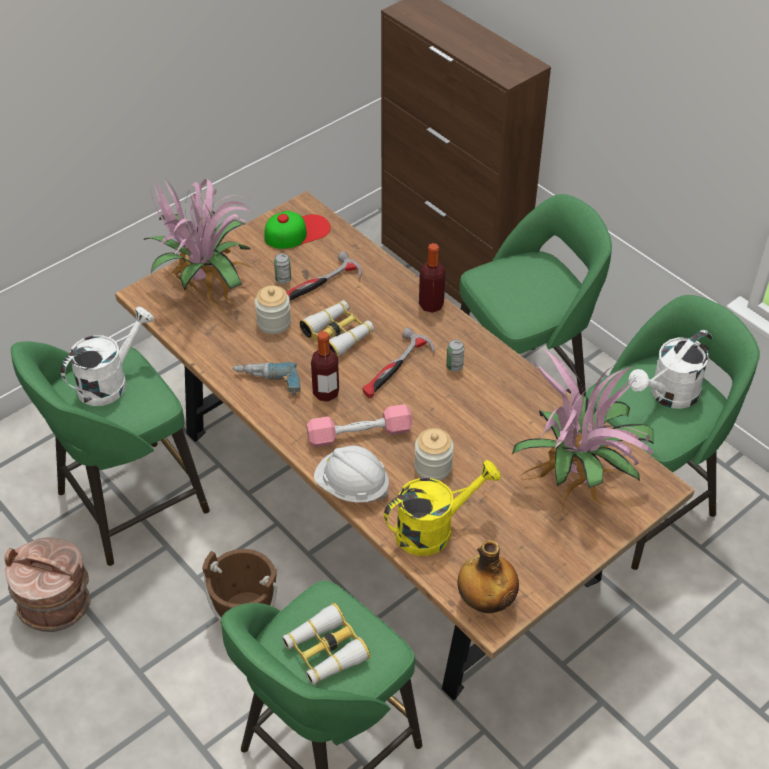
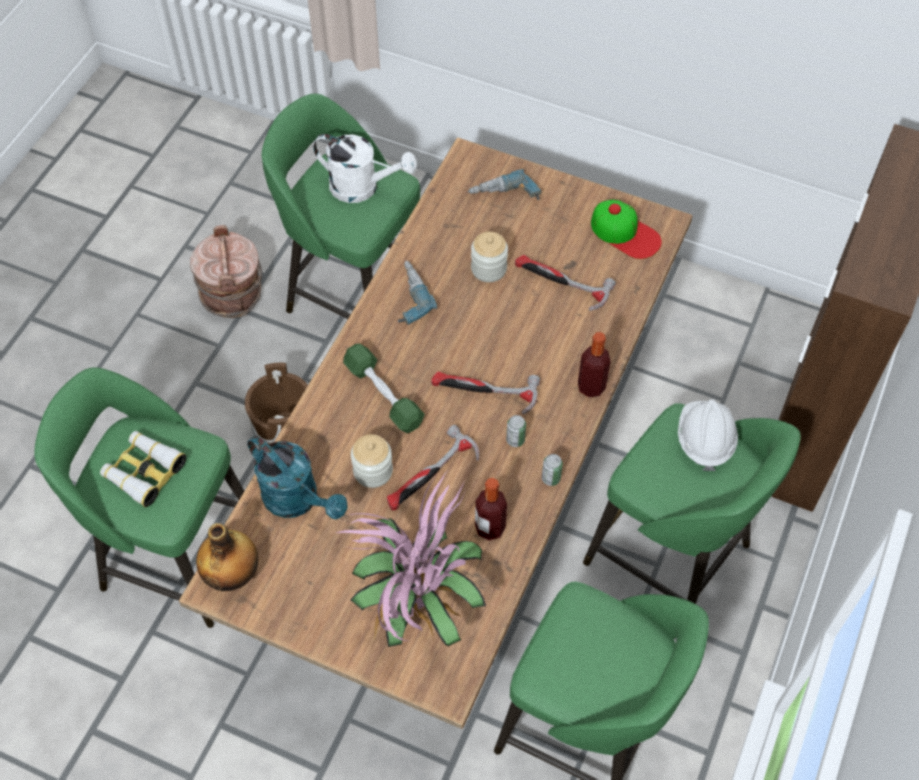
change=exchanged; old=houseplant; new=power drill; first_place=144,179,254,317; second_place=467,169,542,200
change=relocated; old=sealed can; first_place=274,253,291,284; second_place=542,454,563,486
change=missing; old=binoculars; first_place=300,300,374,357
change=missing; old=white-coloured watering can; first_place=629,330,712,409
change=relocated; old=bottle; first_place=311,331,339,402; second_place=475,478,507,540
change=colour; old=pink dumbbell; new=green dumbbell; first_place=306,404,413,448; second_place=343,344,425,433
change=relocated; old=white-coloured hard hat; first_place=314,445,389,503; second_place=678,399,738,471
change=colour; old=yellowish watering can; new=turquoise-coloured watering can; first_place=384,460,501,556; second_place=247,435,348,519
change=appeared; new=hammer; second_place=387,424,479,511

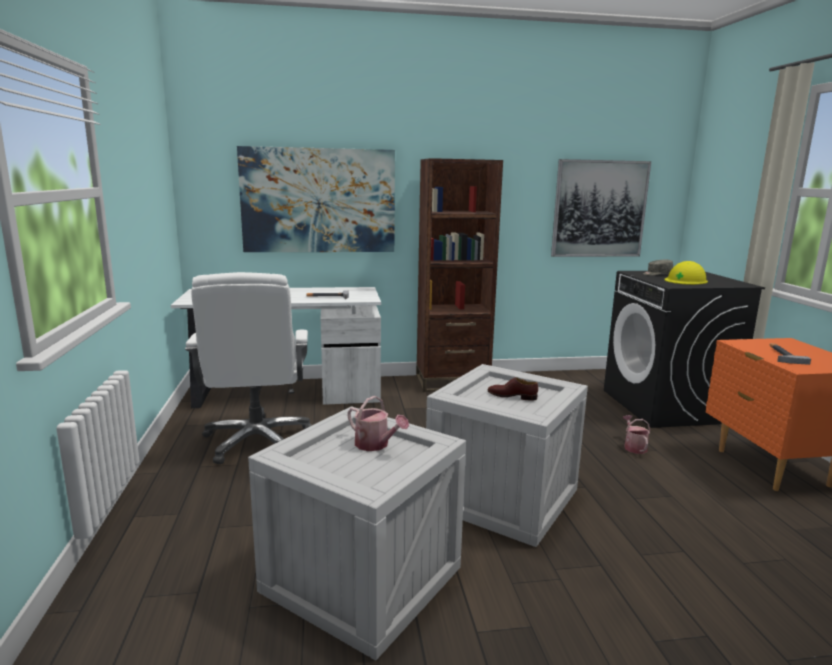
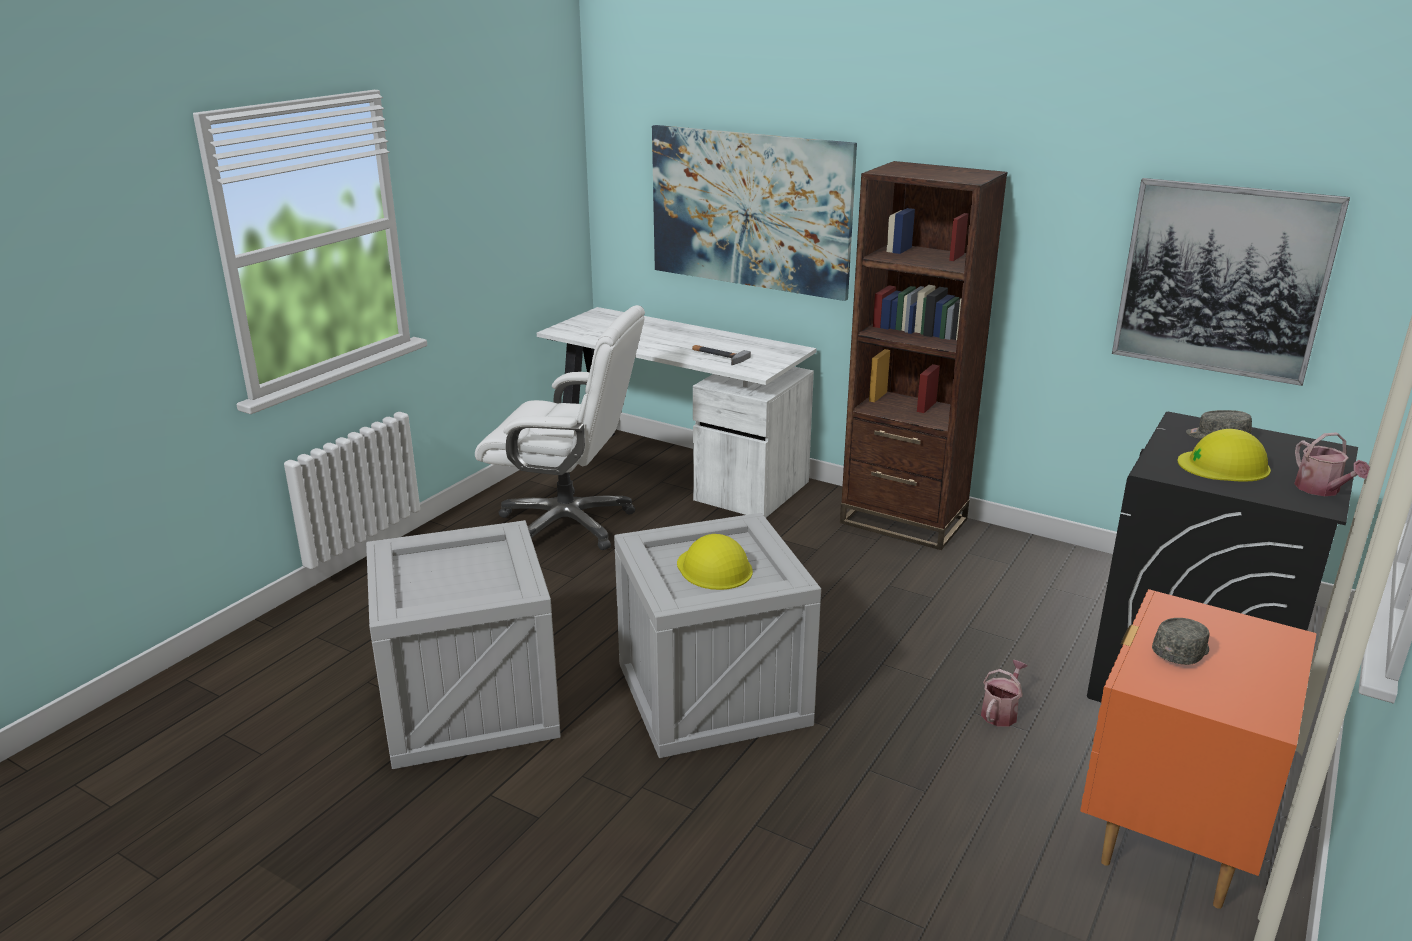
change=spun; old=white-coloured computer chair; first_place=185,272,312,464; second_place=475,305,645,550; degrees=-105
change=exchanged; old=hammer; new=greyish peaked cap; first_place=770,343,811,365; second_place=1152,618,1209,665
change=exchanged; old=brownish low shoe; new=yellowish hard hat; first_place=487,377,538,401; second_place=677,534,753,590
change=relocated; old=watering can; first_place=347,396,409,451; second_place=1294,432,1370,496

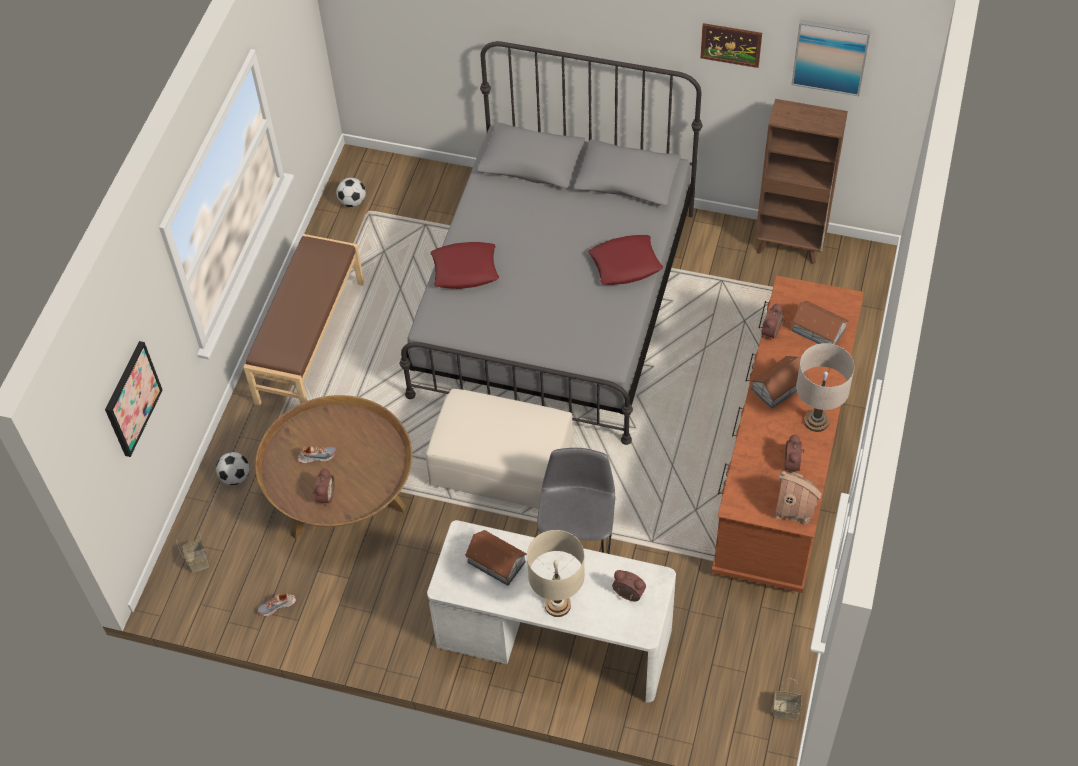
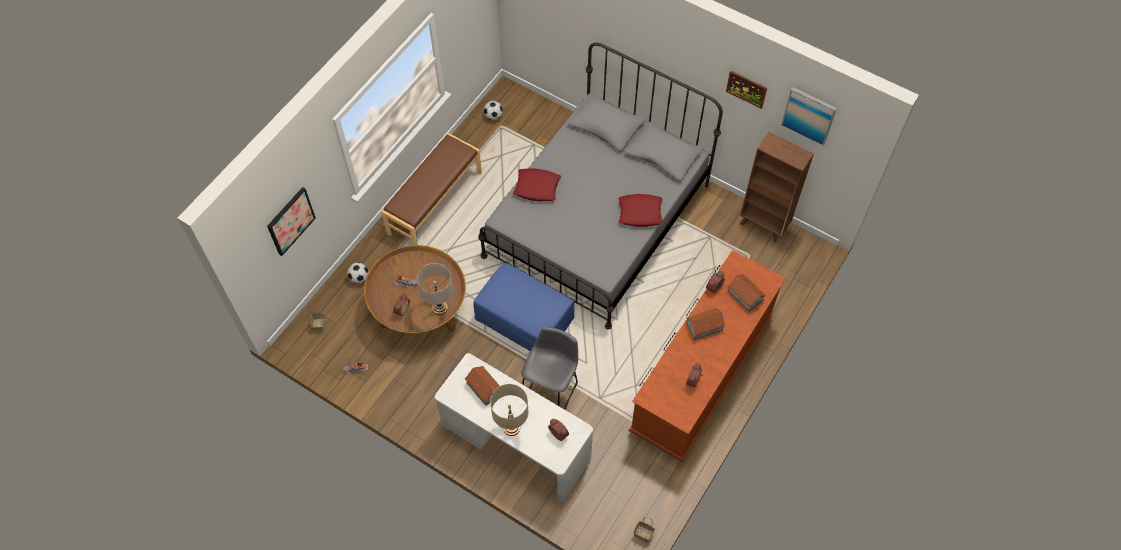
change=relocated; old=sand-coloured table lamp; first_place=796,343,855,432; second_place=417,263,453,315
change=colour; old=sand-coloured footrest; new=blue footrest; first_place=426,389,573,509; second_place=473,263,574,351
change=missing; old=toy house; first_place=776,471,822,525

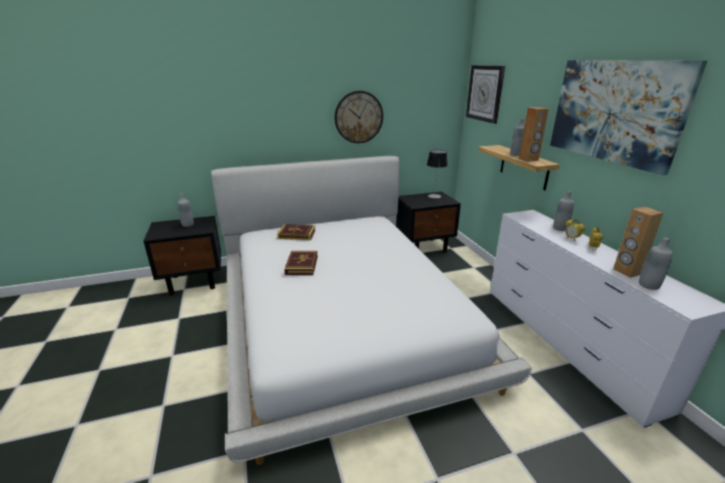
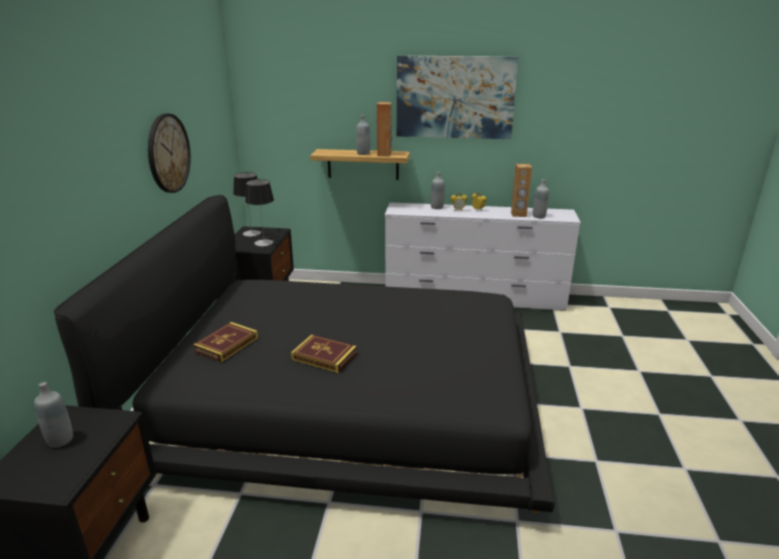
change=missing; old=wall clock; first_place=466,65,505,124
change=colour; old=white-coloured bedroom bed; new=black bedroom bed; first_place=211,156,532,465; second_place=54,195,555,513
change=appeared; new=table lamp; second_place=245,179,274,246

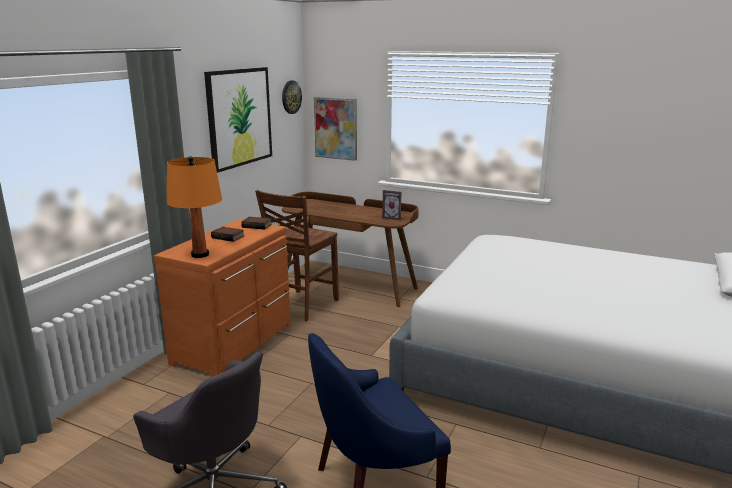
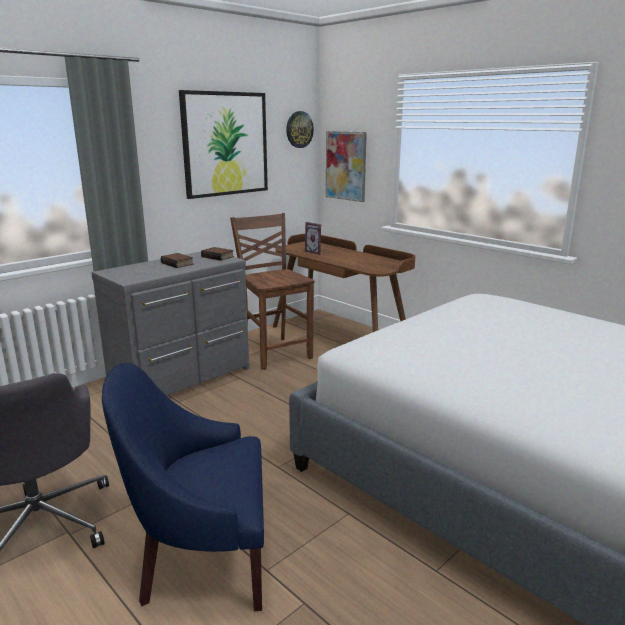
change=missing; old=orange table lamp; first_place=167,156,222,258
change=spun; old=brownish plain chair; first_place=255,190,339,321; second_place=230,213,315,370; degrees=105
change=relocated; old=photo frame; first_place=382,190,402,220; second_place=305,222,321,255
change=colour; old=orange dresser; new=greyish dresser; first_place=154,219,290,377; second_place=91,251,249,396

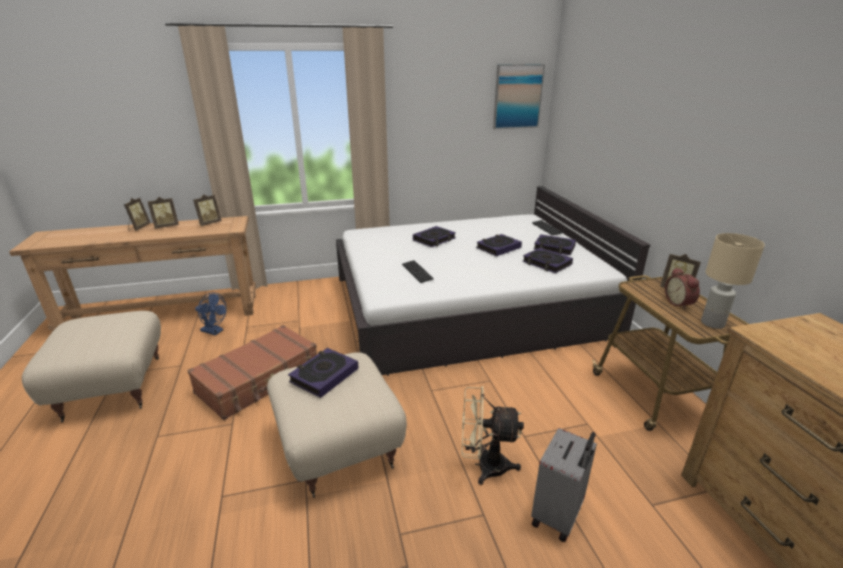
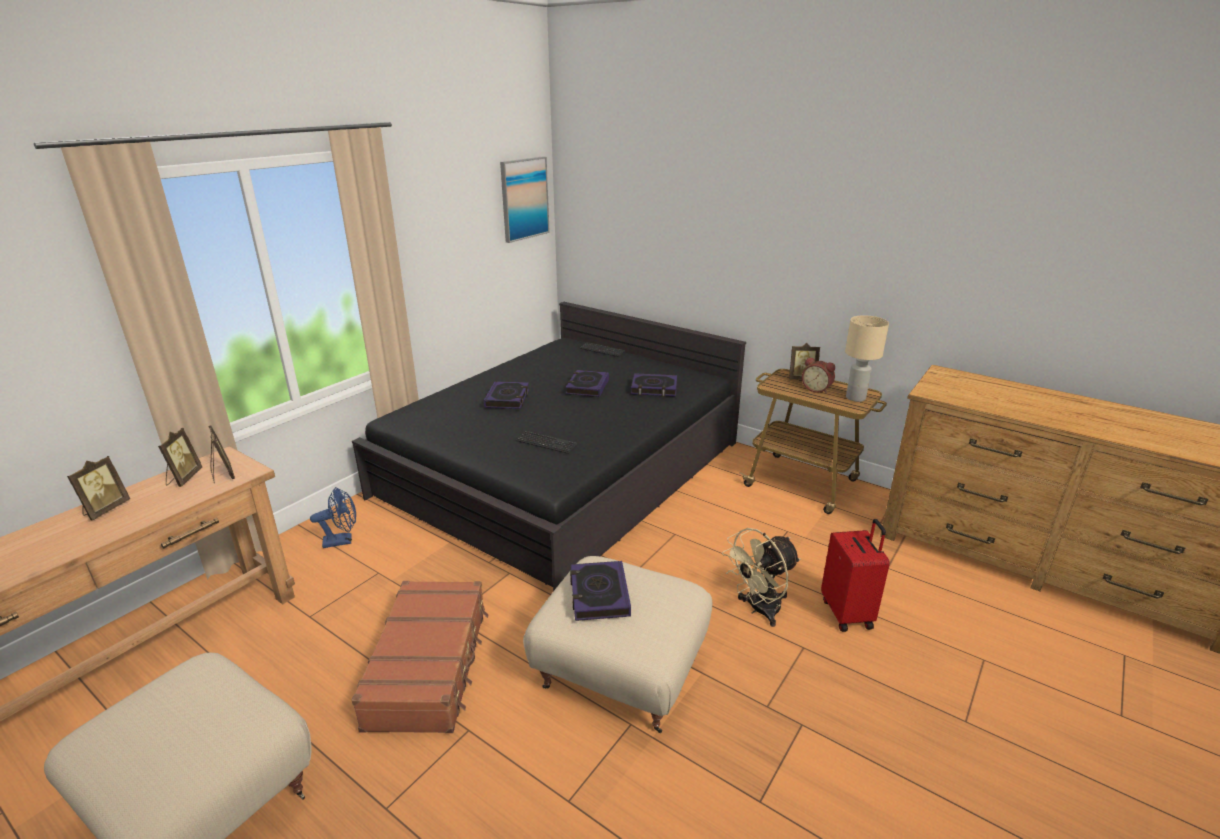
change=colour; old=white-coloured bedroom bed; new=black bedroom bed; first_place=336,186,650,376; second_place=352,302,746,591
change=relocated; old=photo frame; first_place=124,198,150,231; second_place=208,425,235,483
change=missing; old=book; first_place=534,234,576,255
change=relocated; old=blue fan; first_place=195,292,227,335; second_place=310,487,356,548
change=colour; old=greyish travel case; new=red-coloured travel case; first_place=531,428,597,542; second_place=821,519,890,632

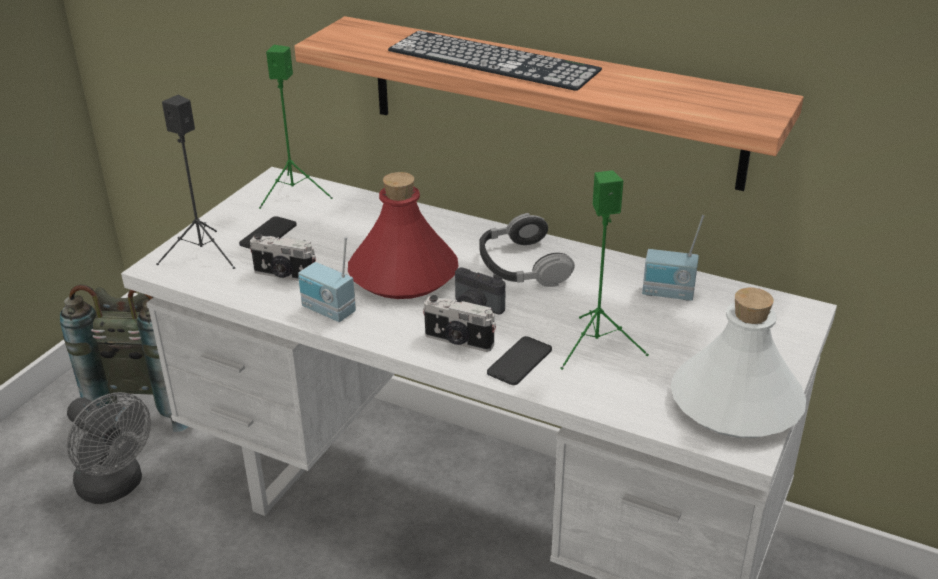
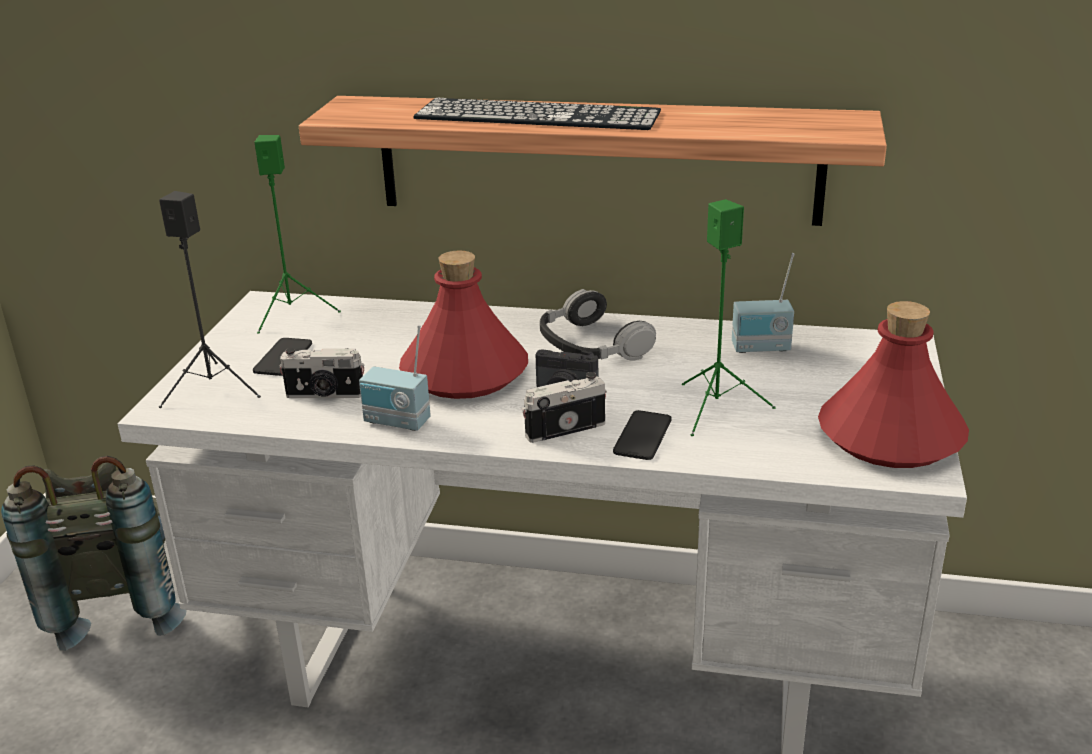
change=colour; old=white-coloured bottle; new=red-coloured bottle; first_place=671,288,806,438; second_place=818,301,969,468
change=spun; old=photo camera; first_place=423,295,496,352; second_place=522,372,607,443; degrees=150
change=missing; old=greyish fan; first_place=67,392,151,504

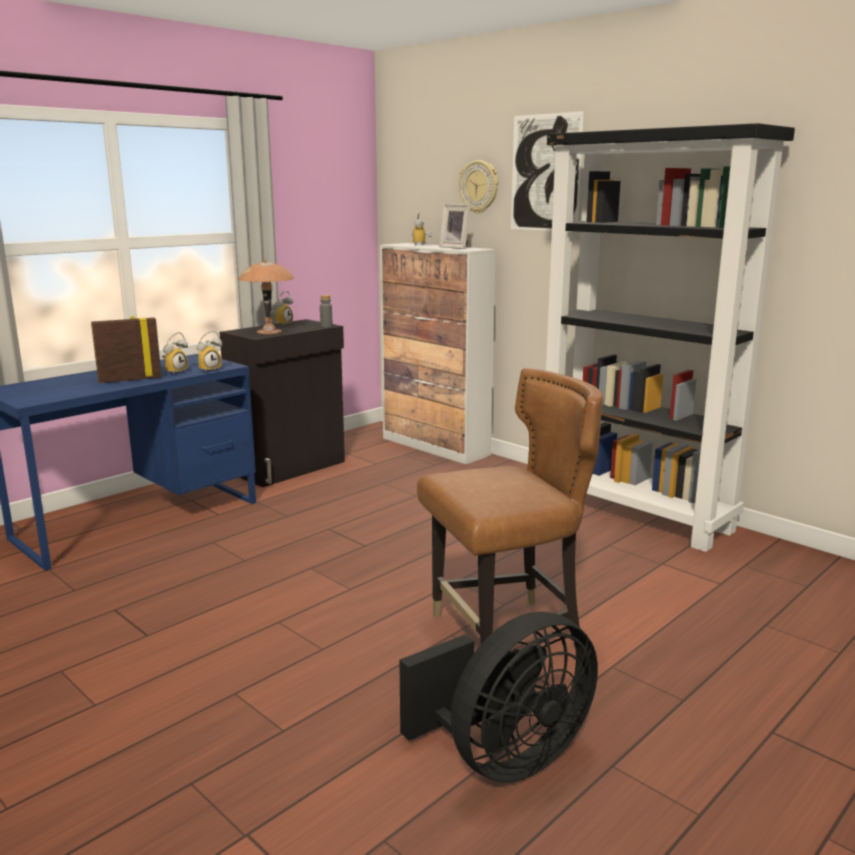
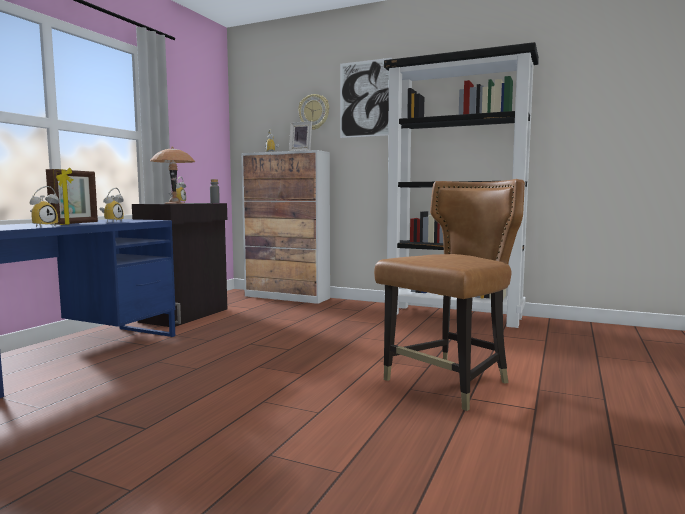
change=spun; old=photo frame; first_place=91,316,162,383; second_place=46,168,98,225; degrees=150
change=relocated; old=table clock; first_place=196,331,222,372; second_place=30,186,59,227
change=missing; old=black fan; first_place=399,612,598,783

